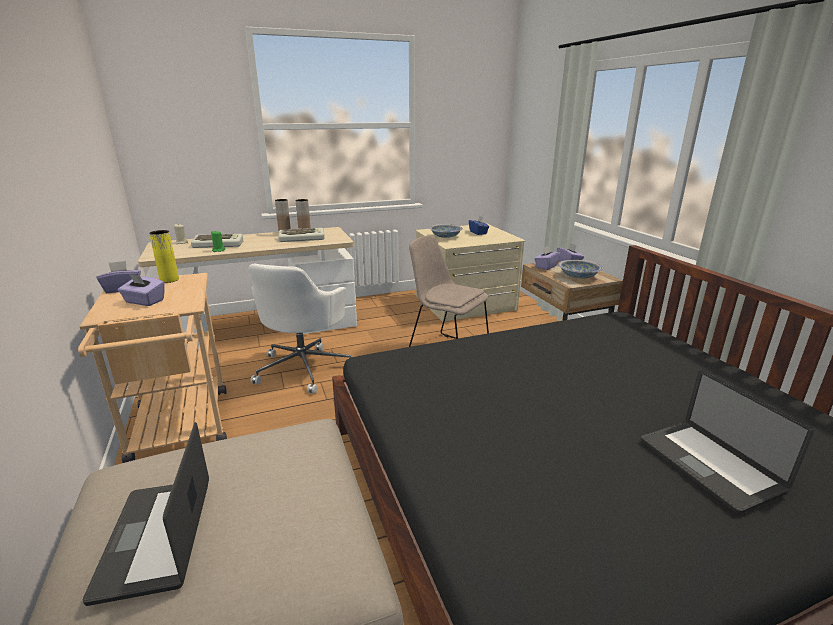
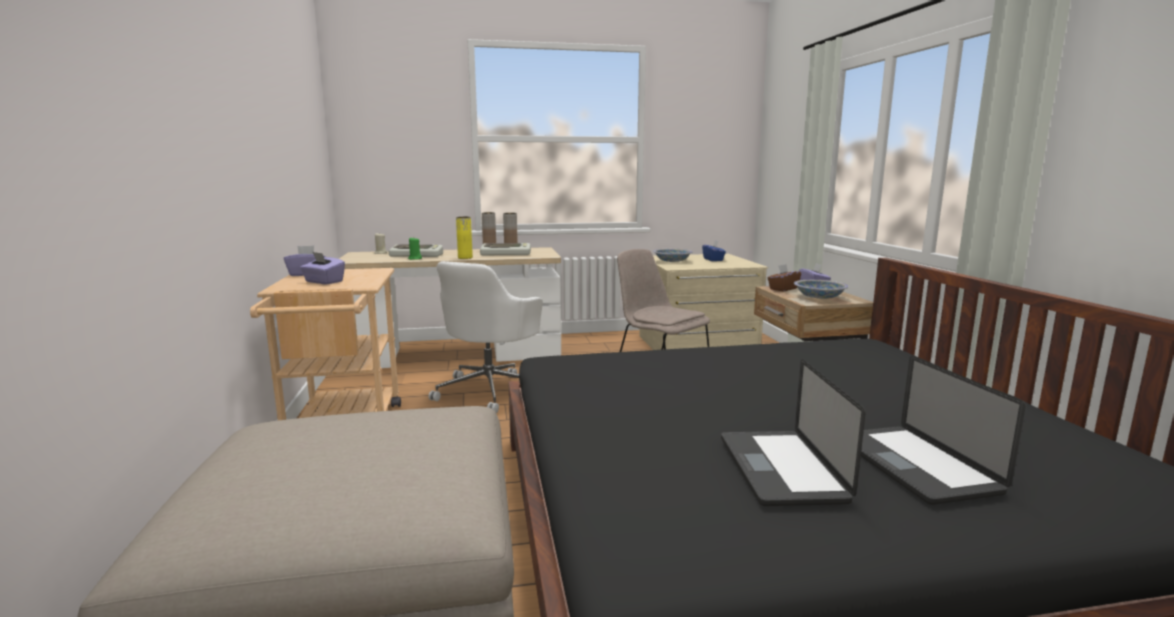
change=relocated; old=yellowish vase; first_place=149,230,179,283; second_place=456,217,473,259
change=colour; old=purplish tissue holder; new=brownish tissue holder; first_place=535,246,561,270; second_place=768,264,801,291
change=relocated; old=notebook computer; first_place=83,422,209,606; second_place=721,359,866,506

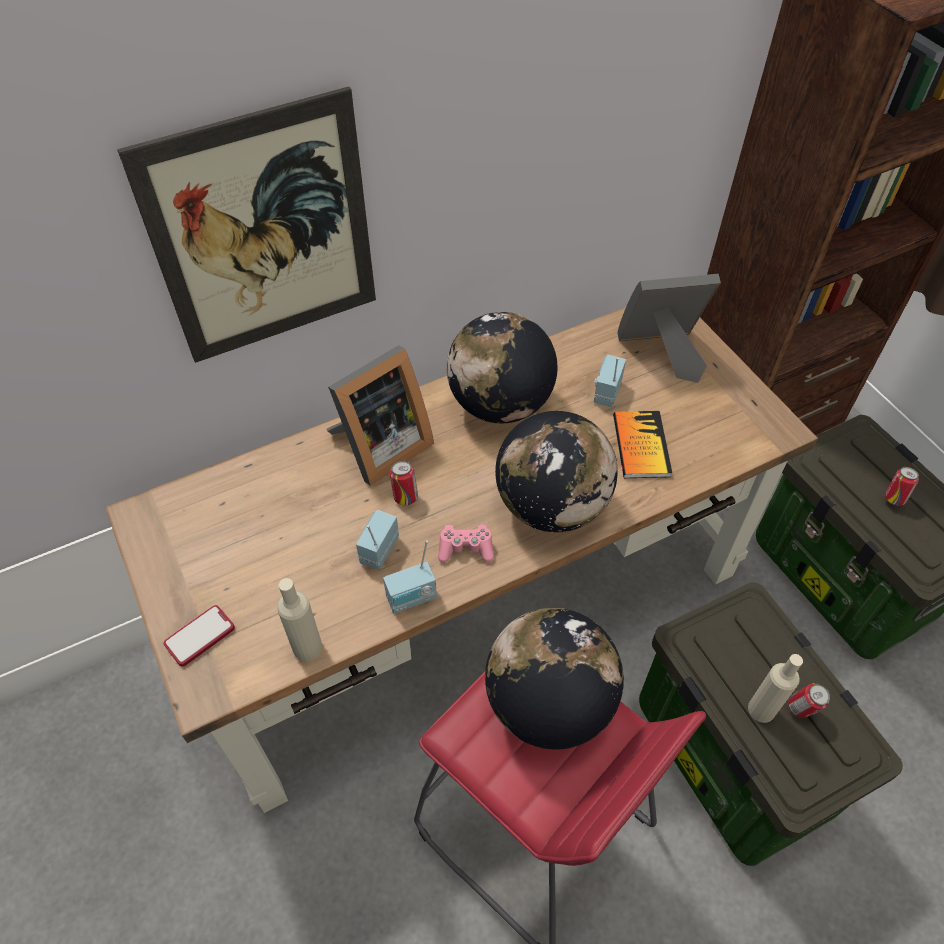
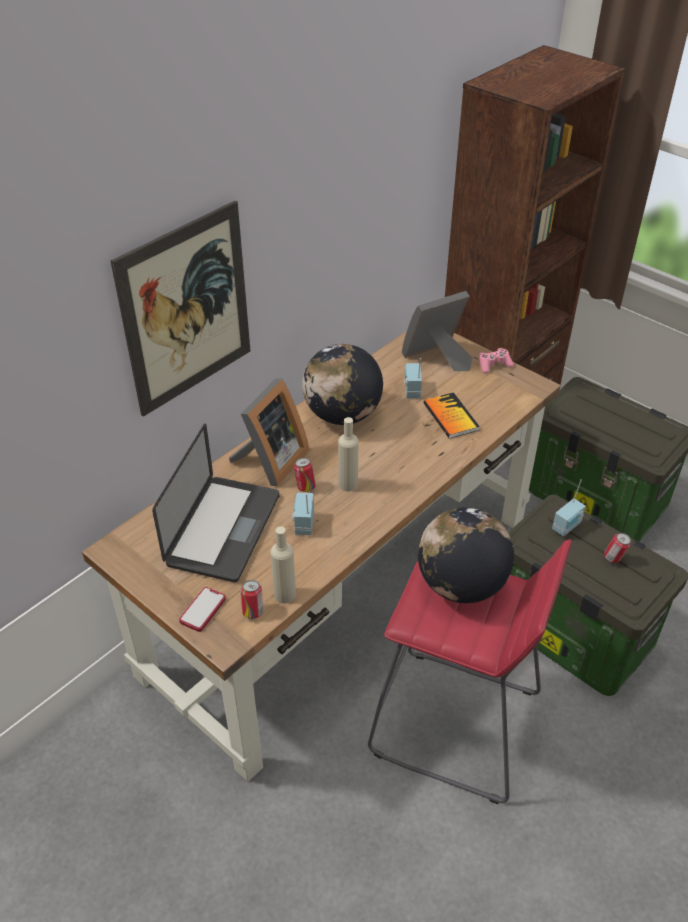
change=missing; old=world globe; first_place=495,411,618,532
change=relocated; old=sealed can; first_place=885,467,919,506; second_place=241,580,263,619
change=relocated; old=pink game controller; first_place=438,524,494,563; second_place=479,348,514,374
change=relocated; old=radio receiver; first_place=383,540,437,613; second_place=552,479,586,536
change=relocated; old=sand-coloured bottle; first_place=748,654,803,723; second_place=338,417,358,491
change=appeared; new=notebook computer; second_place=152,423,279,582

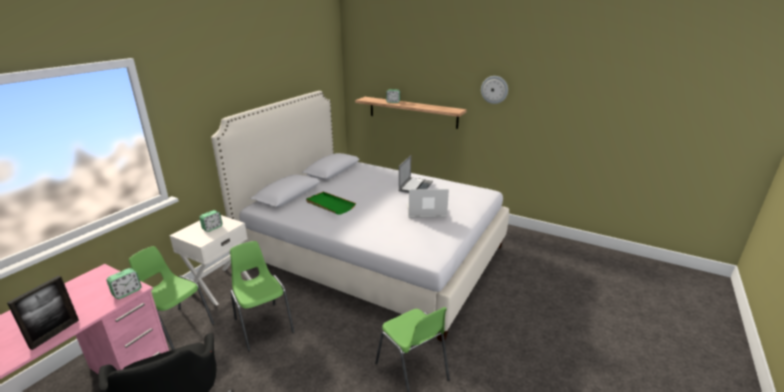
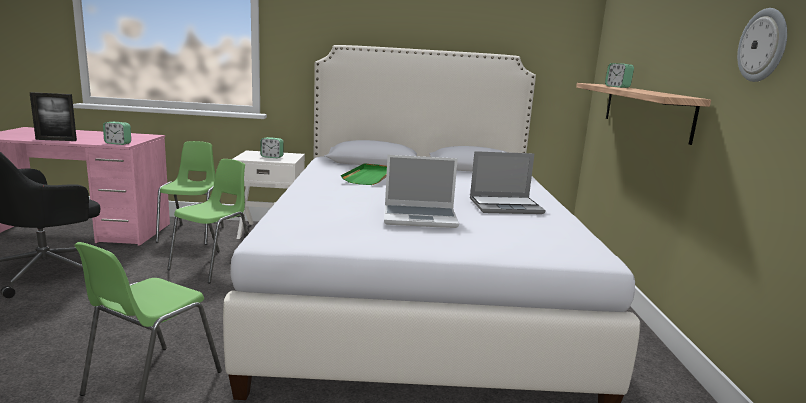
change=spun; old=notebook computer; first_place=407,189,449,218; second_place=384,155,459,228; degrees=120

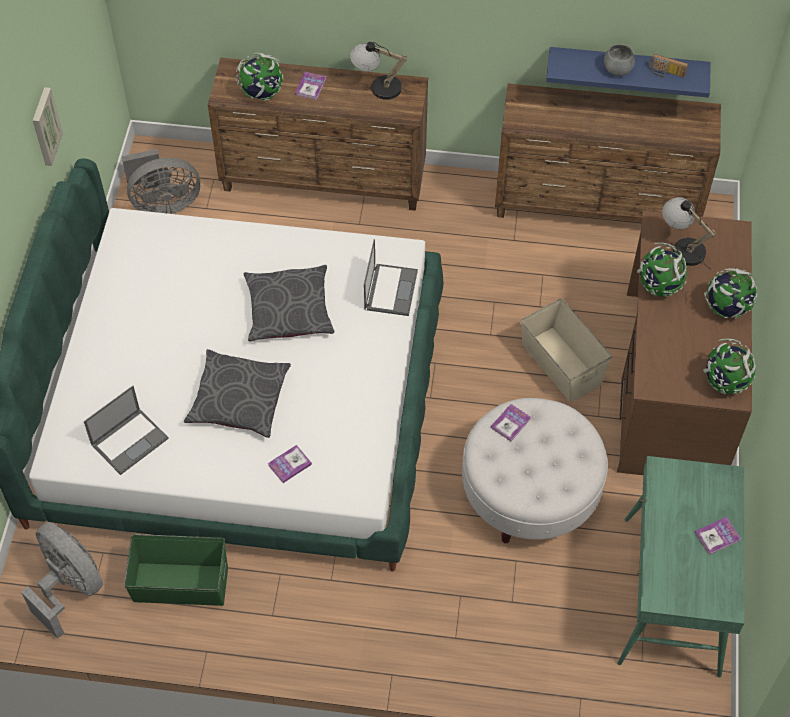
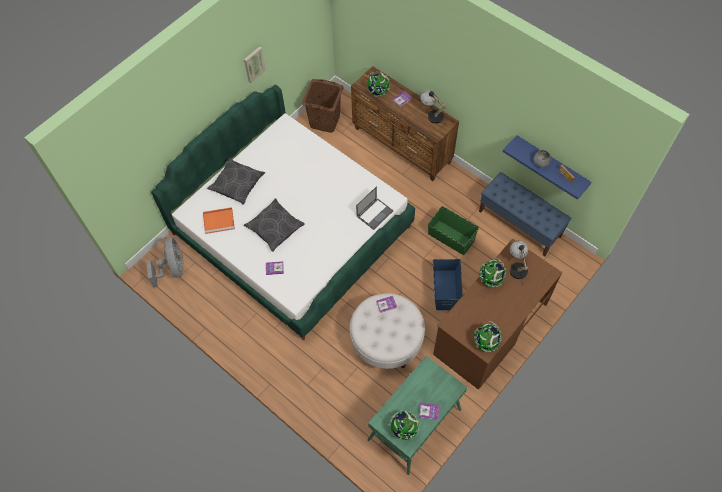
change=exchanged; old=brownish dresser; new=blue indoor bench; first_place=495,83,721,222; second_place=479,172,571,256
change=exchanged; old=greyish fan; new=brownish laundry basket; first_place=121,149,200,214; second_place=302,79,343,133
change=relocated; old=greyish cushion; first_place=244,265,334,341; second_place=207,157,265,205
change=relocated; old=world globe; first_place=704,268,757,319; second_place=389,411,419,440
change=colour; old=sand-coloured storage box; new=blue storage box; first_place=520,298,612,402; second_place=433,259,463,310
change=exchanged; old=notebook computer; new=orange tray; first_place=84,386,169,475; second_place=203,207,235,234
change=relocated; old=green storage box; first_place=124,534,228,606; second_place=428,206,479,255

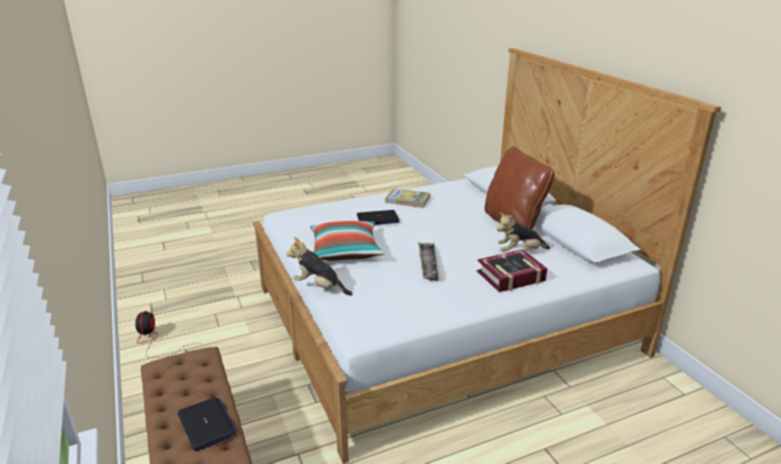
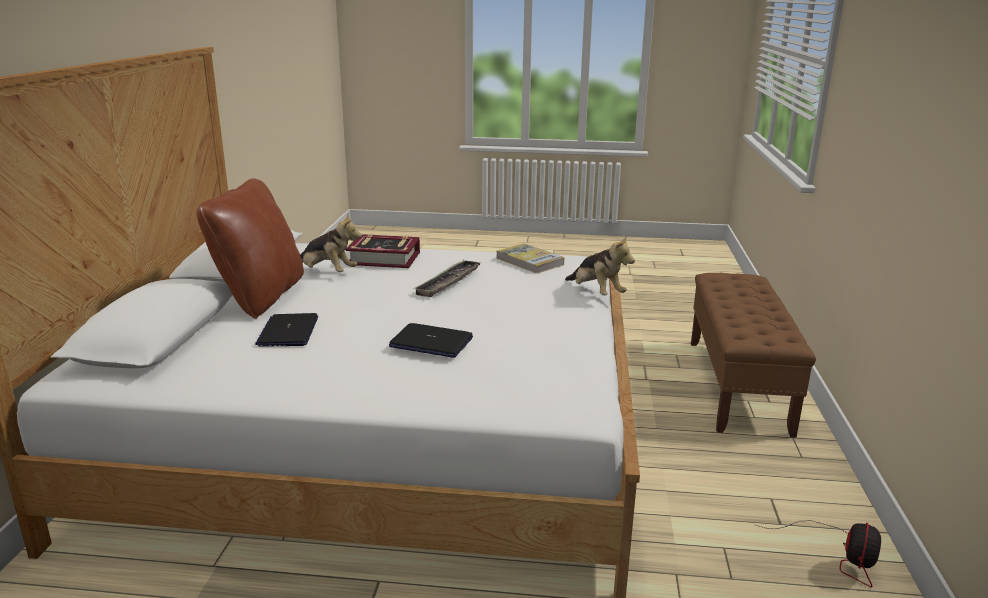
change=relocated; old=book; first_place=385,188,430,208; second_place=496,243,564,274
change=missing; old=cushion; first_place=310,221,385,261
change=relocated; old=notebook computer; first_place=178,397,237,451; second_place=255,313,318,347

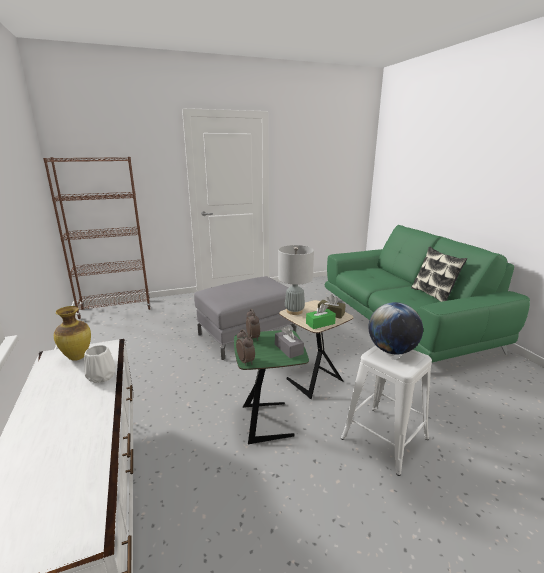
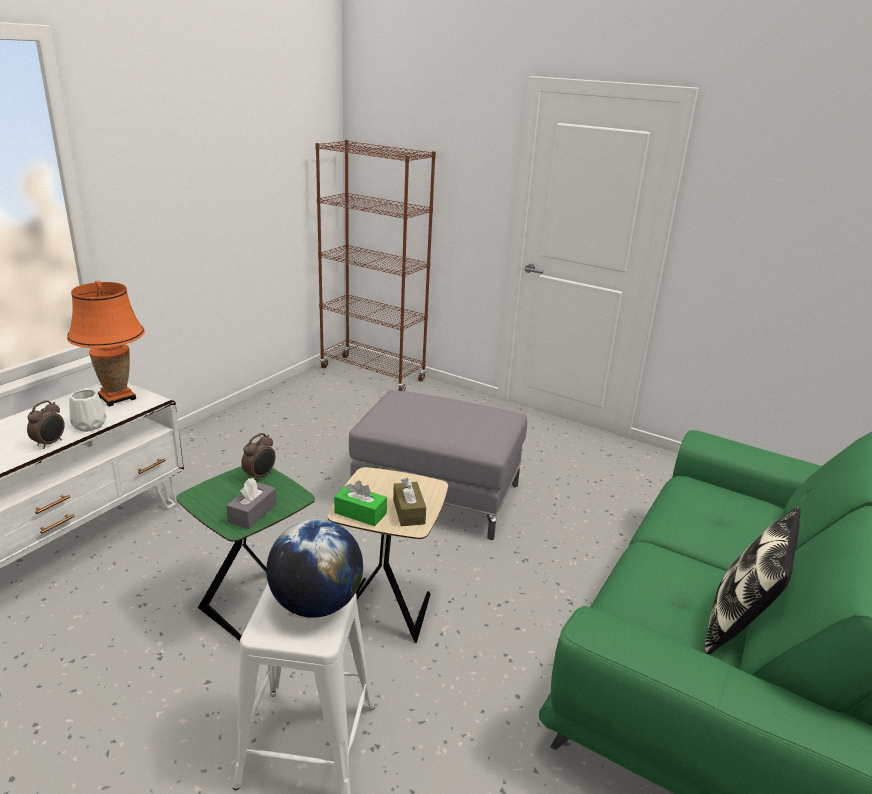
change=missing; old=greyish table lamp; first_place=278,245,314,315
change=exchanged; old=vase; new=orange table lamp; first_place=54,306,91,361; second_place=67,280,145,407
change=relocated; old=table clock; first_place=236,329,255,366; second_place=27,400,65,449

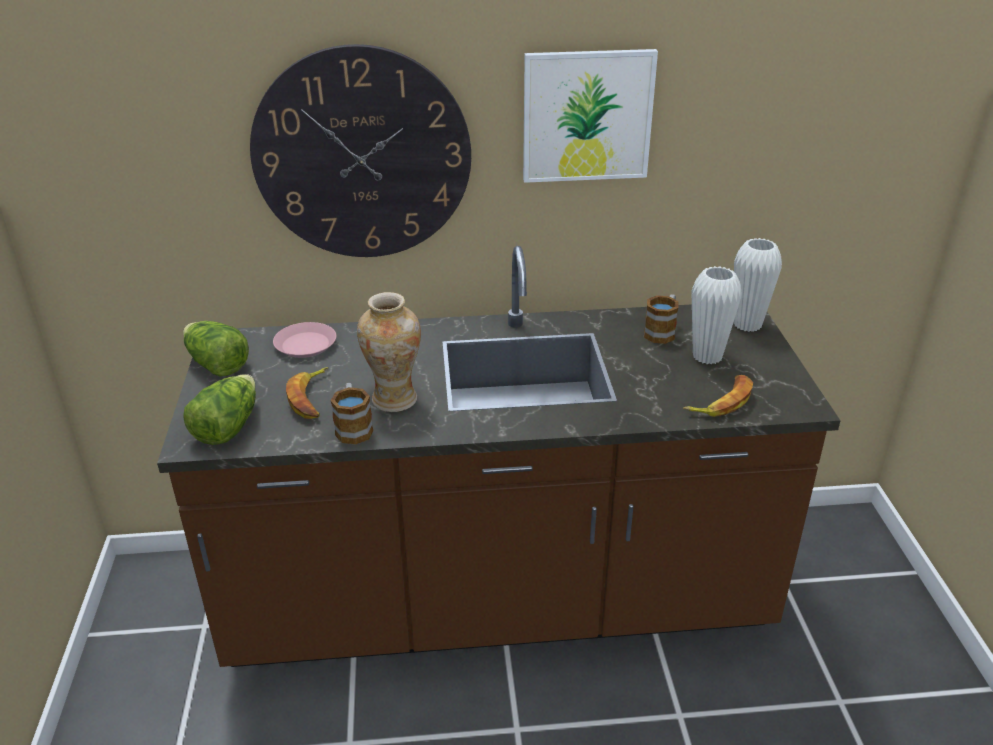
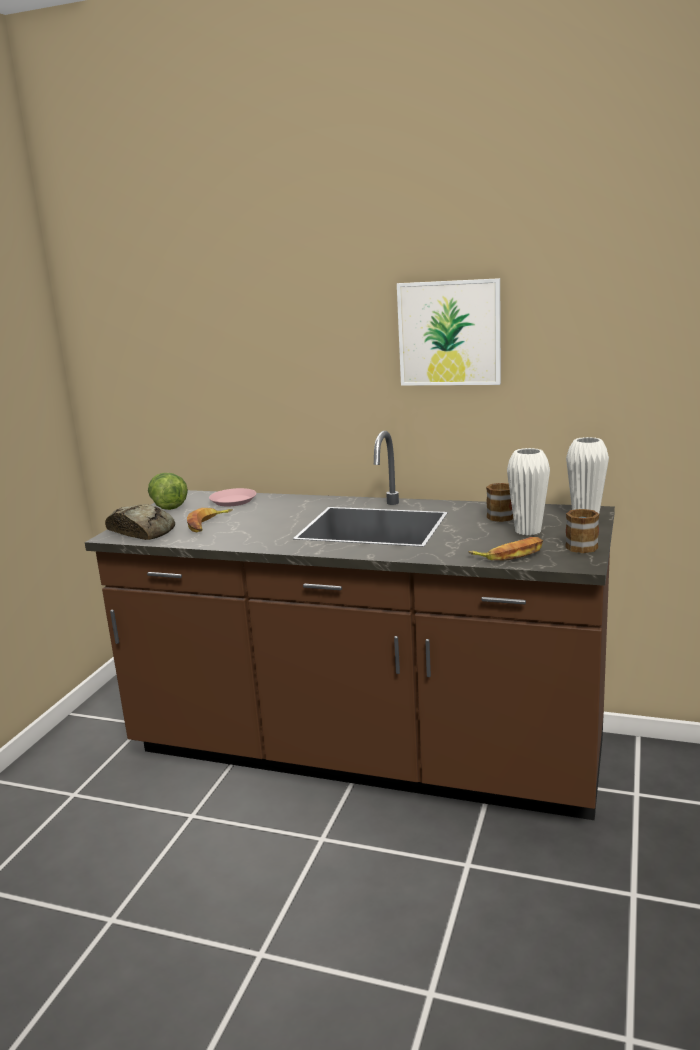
change=missing; old=wall clock; first_place=250,44,471,257
change=missing; old=vase; first_place=357,292,421,412
change=exchanged; old=lettuce head; new=baked bread; first_place=183,374,256,445; second_place=105,504,175,540
change=relocated; old=mug; first_place=330,383,373,445; second_place=565,508,599,553

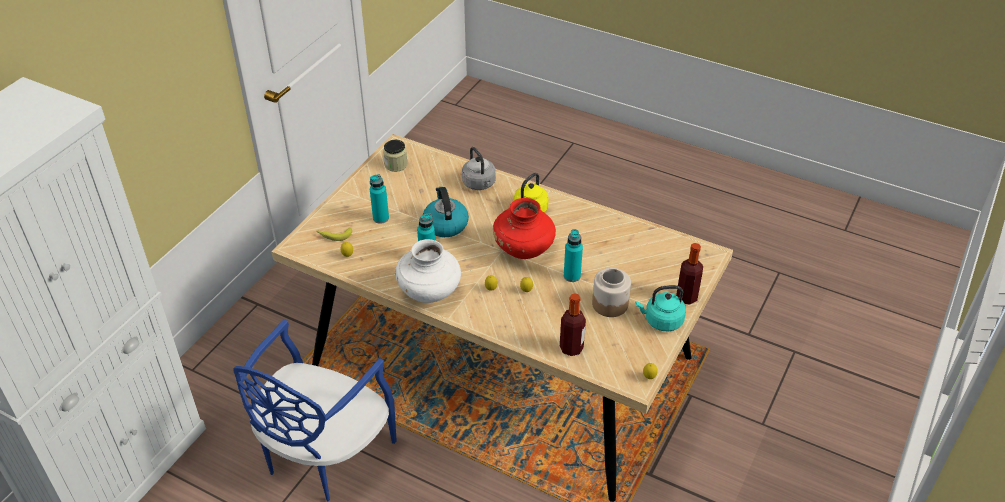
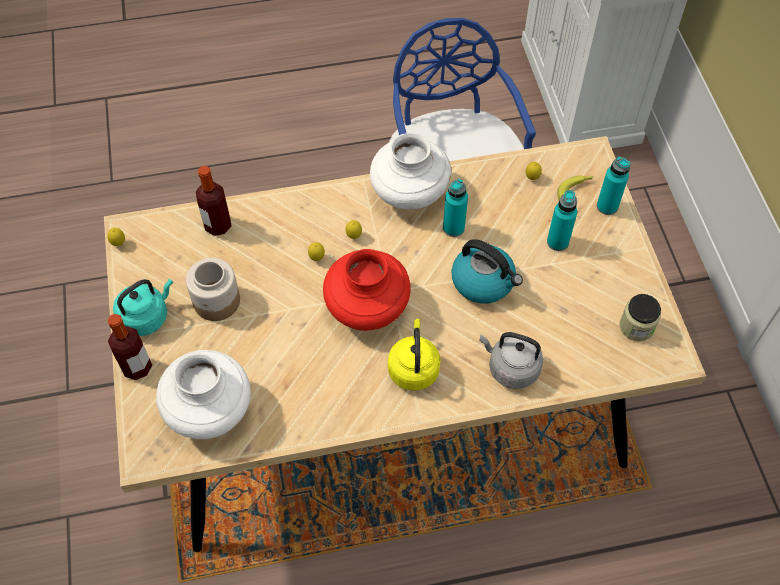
change=relocated; old=turquoise-coloured bottle; first_place=564,229,583,282; second_place=597,156,630,215
change=appeared; new=white-coloured vase; second_place=156,350,251,439

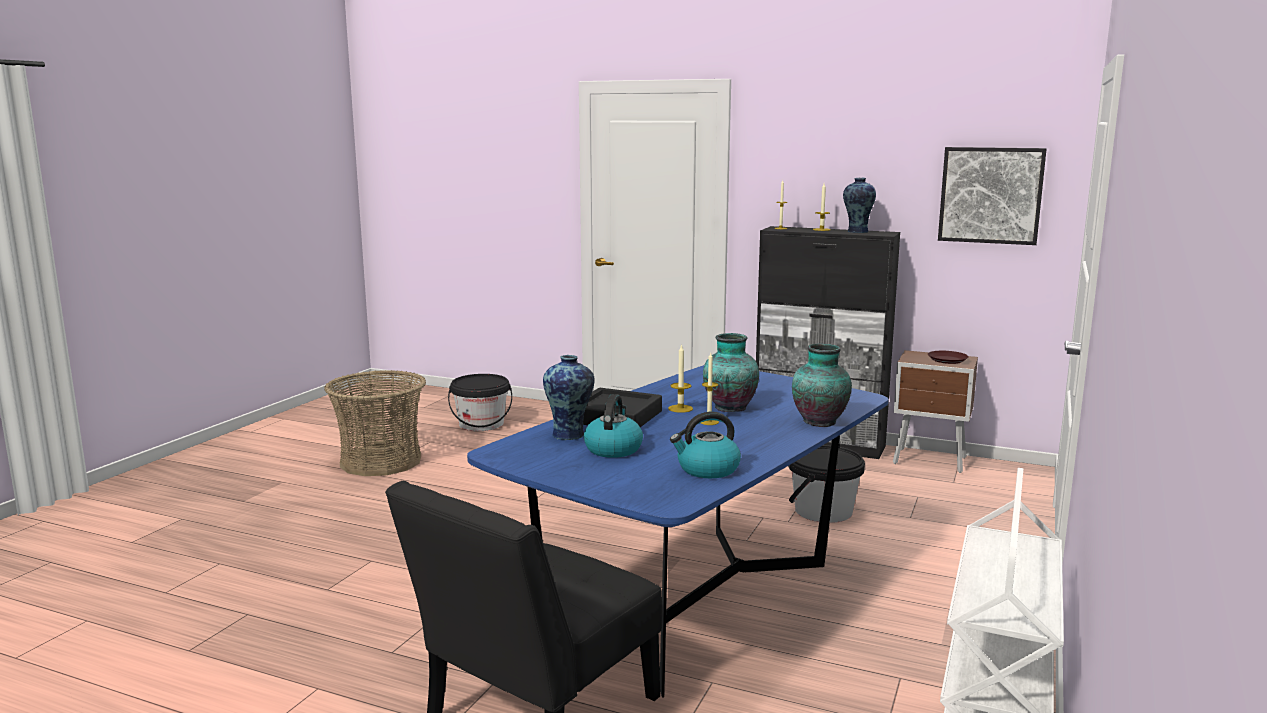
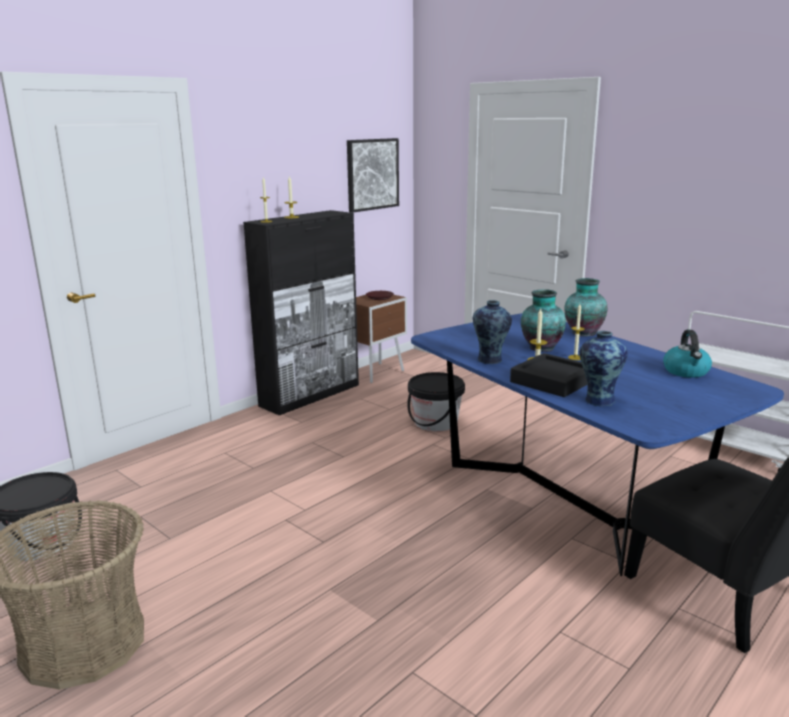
change=relocated; old=vase; first_place=843,178,876,233; second_place=473,300,512,364
change=missing; old=kettle; first_place=584,394,643,458

